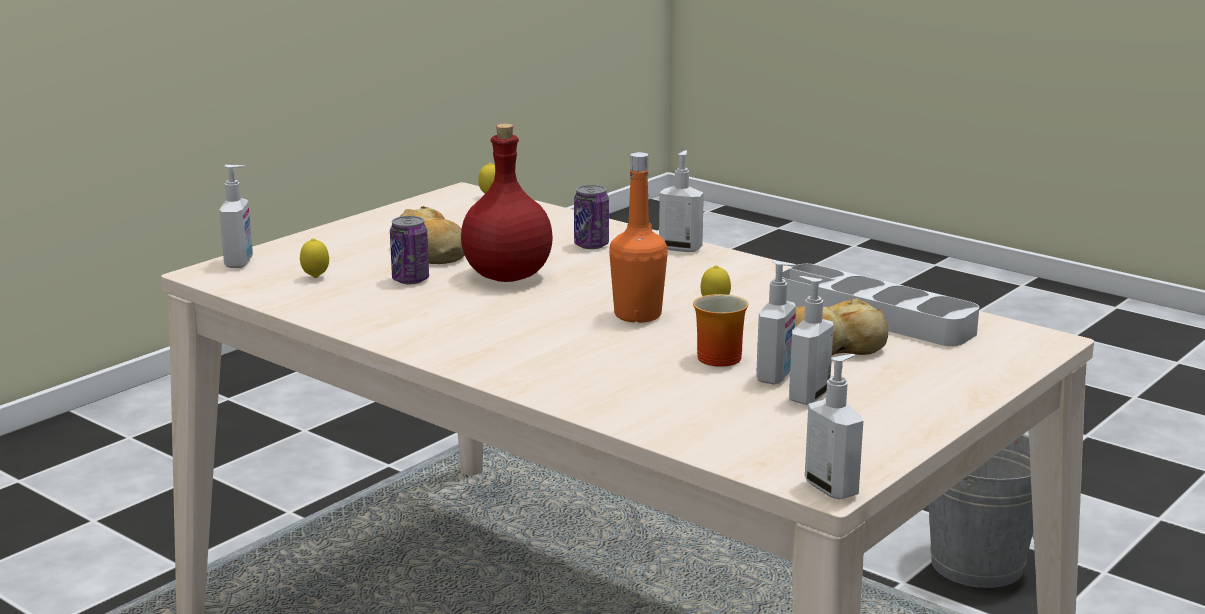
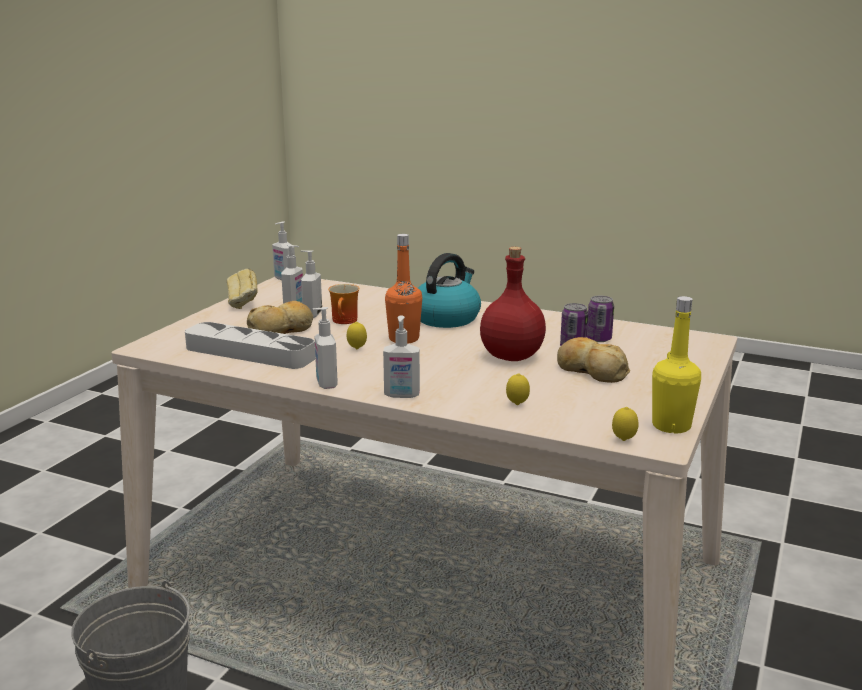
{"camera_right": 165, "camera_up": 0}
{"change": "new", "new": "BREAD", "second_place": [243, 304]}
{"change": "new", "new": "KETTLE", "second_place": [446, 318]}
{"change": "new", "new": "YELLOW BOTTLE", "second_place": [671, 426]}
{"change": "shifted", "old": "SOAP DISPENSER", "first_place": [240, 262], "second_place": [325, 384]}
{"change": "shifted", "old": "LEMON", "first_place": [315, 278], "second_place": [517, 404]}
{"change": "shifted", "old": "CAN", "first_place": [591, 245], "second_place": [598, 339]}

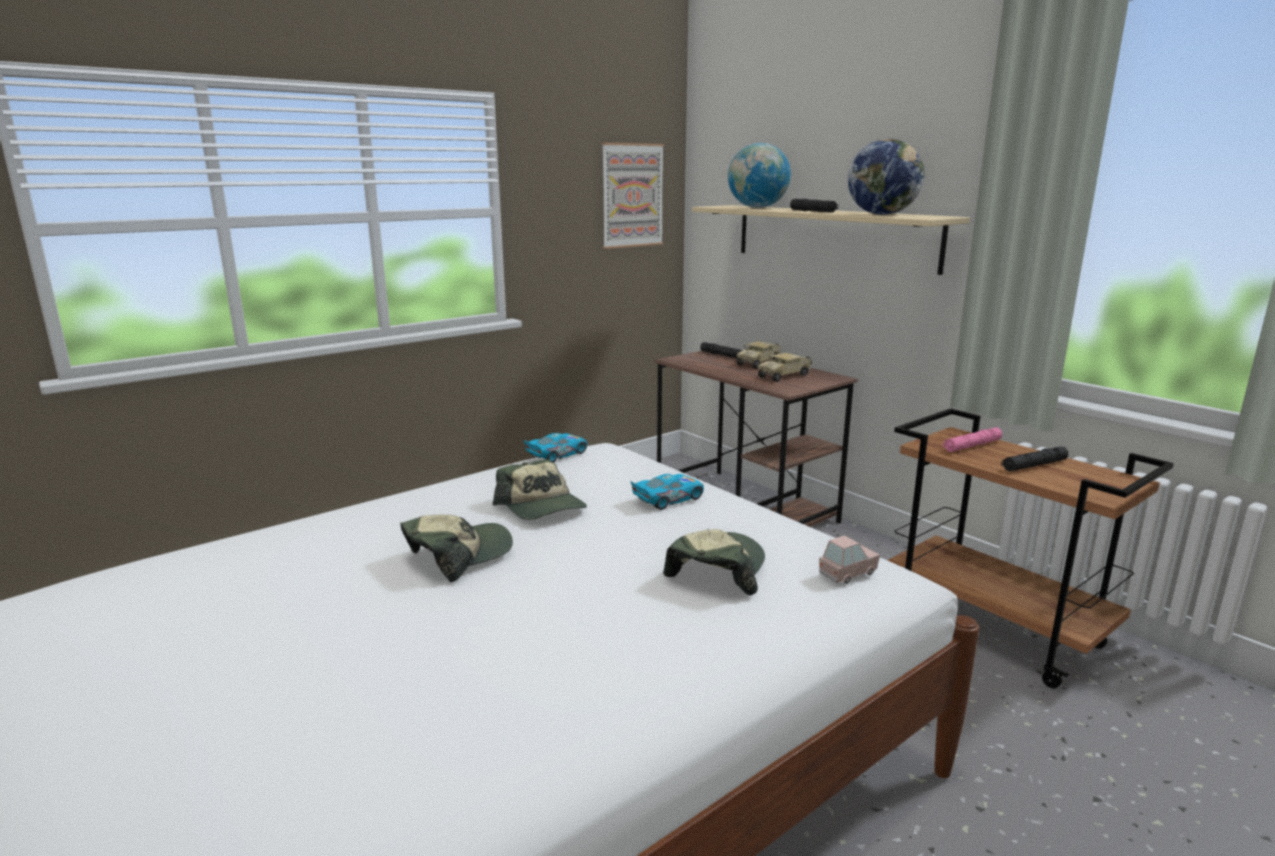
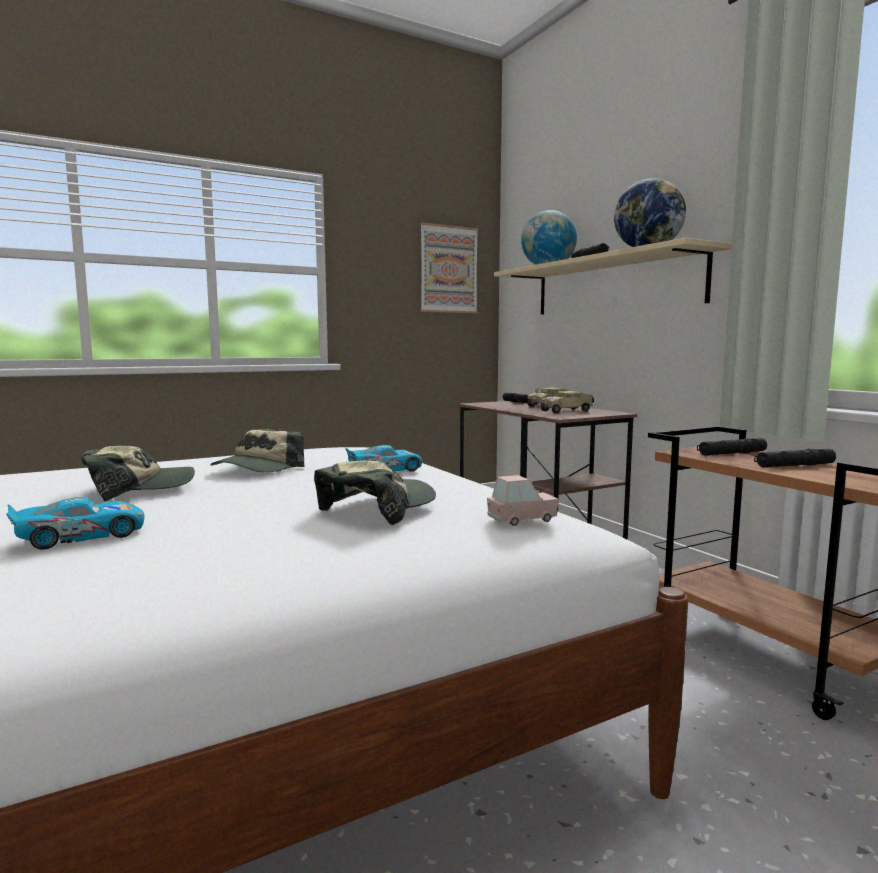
{"camera_right": 10, "camera_up": -10}
{"change": "shifted", "old": "TOY CAR", "first_place": [557, 454], "second_place": [81, 536]}
{"change": "repainted", "old": "PINK FLASHLIGHT", "new": "BLACK FLASHLIGHT", "first_place": [971, 446], "second_place": [731, 453]}
{"change": "rotated", "old": "CAP", "first_place": [542, 507], "second_place": [258, 469], "degrees": 45}

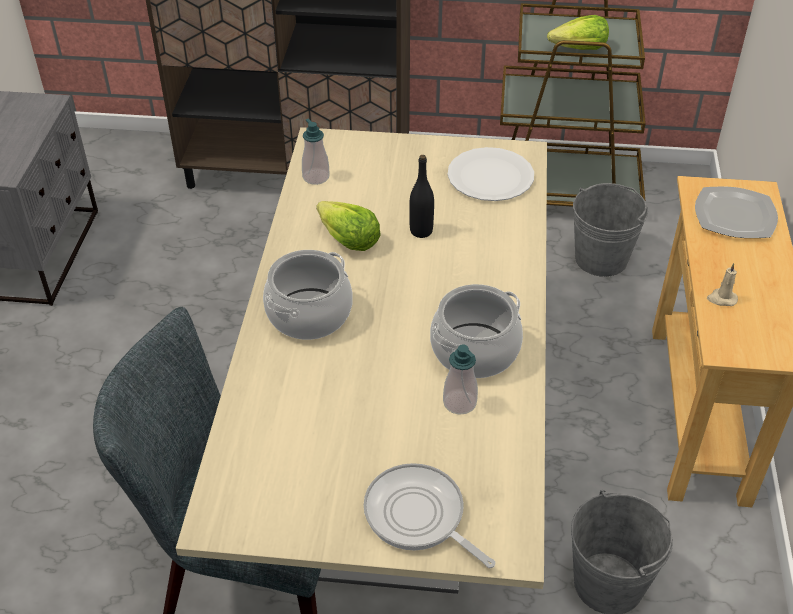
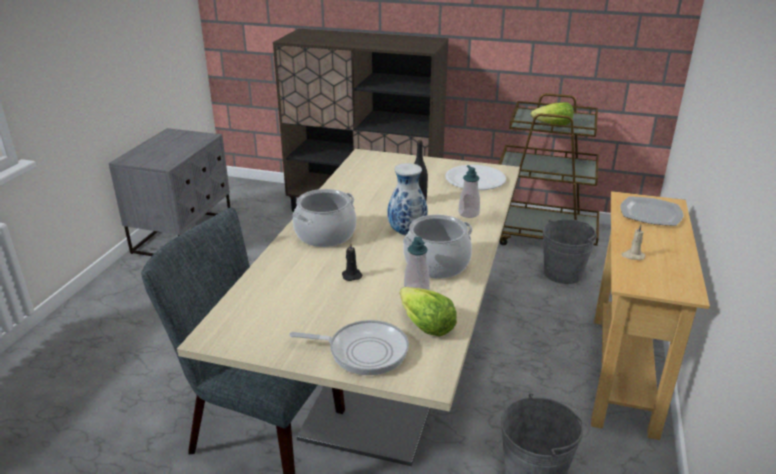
{"camera_right": 10, "camera_up": -15}
{"change": "new", "new": "BLACK CANDLE", "second_place": [351, 275]}
{"change": "new", "new": "VASE", "second_place": [406, 232]}
{"change": "shifted", "old": "SOAP DISPENSER", "first_place": [316, 177], "second_place": [468, 213]}
{"change": "shifted", "old": "LETTUCE", "first_place": [348, 240], "second_place": [425, 325]}
{"change": "rotated", "old": "FRYING PAN", "first_place": [418, 516], "second_place": [363, 351], "degrees": 135}

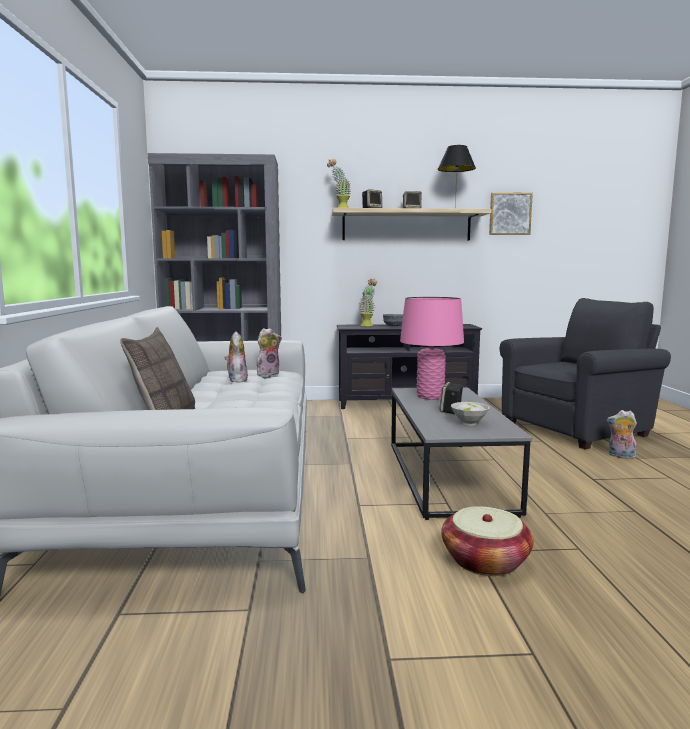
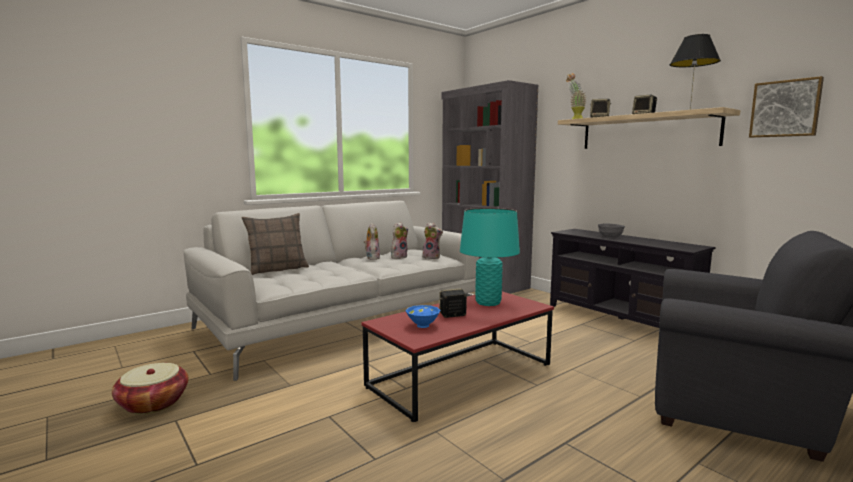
{"camera_right": 55, "camera_up": 0}
{"change": "gone", "old": "POTTED PLANT", "first_place": [368, 325]}
{"change": "shifted", "old": "BASKET", "first_place": [485, 561], "second_place": [153, 403]}
{"change": "shifted", "old": "PLUSH TOY", "first_place": [620, 456], "second_place": [372, 258]}
{"change": "repainted", "old": "GREY COFFEE TABLE", "new": "RED COFFEE TABLE", "first_place": [448, 476], "second_place": [461, 376]}
{"change": "repainted", "old": "PINK TABLE LAMP", "new": "TURQUOISE TABLE LAMP", "first_place": [430, 397], "second_place": [488, 302]}
{"change": "repainted", "old": "WHITE BOWL", "new": "BLUE BOWL", "first_place": [470, 423], "second_place": [423, 325]}

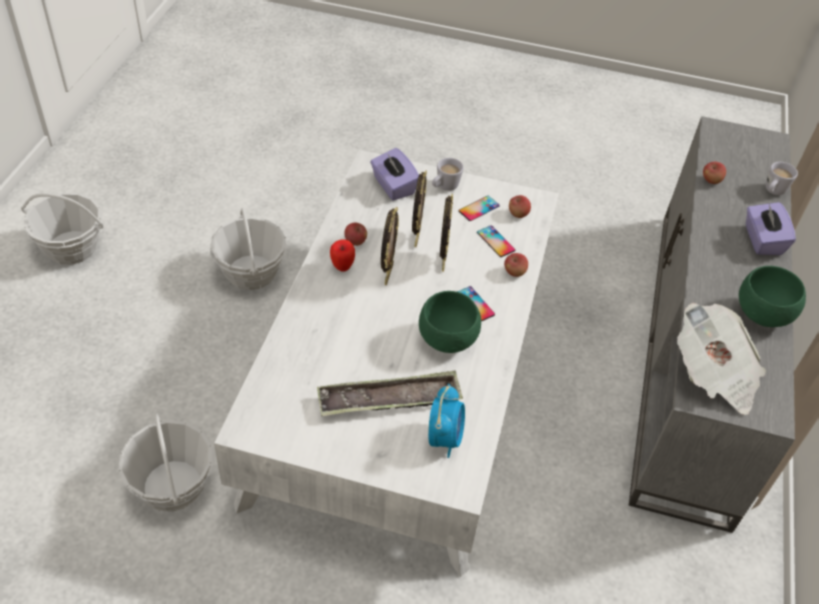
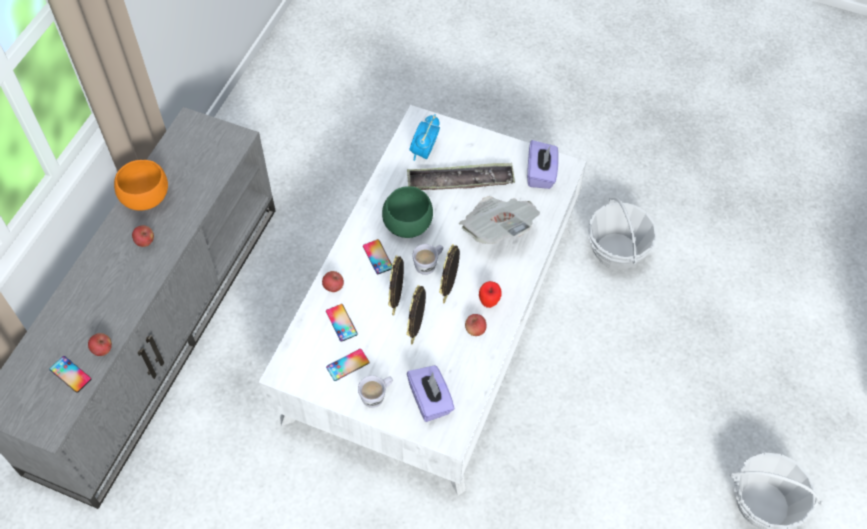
{"camera_right": -170, "camera_up": 10}
{"change": "gone", "old": "BASKET", "first_place": [251, 272]}
{"change": "new", "new": "PHONE", "second_place": [70, 374]}
{"change": "shifted", "old": "APPLE", "first_place": [518, 214], "second_place": [145, 241]}
{"change": "shifted", "old": "NEWSPAPER", "first_place": [714, 374], "second_place": [497, 229]}
{"change": "shifted", "old": "PURPLE TISSUE BOX", "first_place": [762, 240], "second_place": [541, 174]}
{"change": "shifted", "old": "WHITE MUG", "first_place": [772, 192], "second_place": [429, 264]}
{"change": "repainted", "old": "GREEN BOWL", "new": "ORANGE BOWL", "first_place": [763, 316], "second_place": [146, 197]}

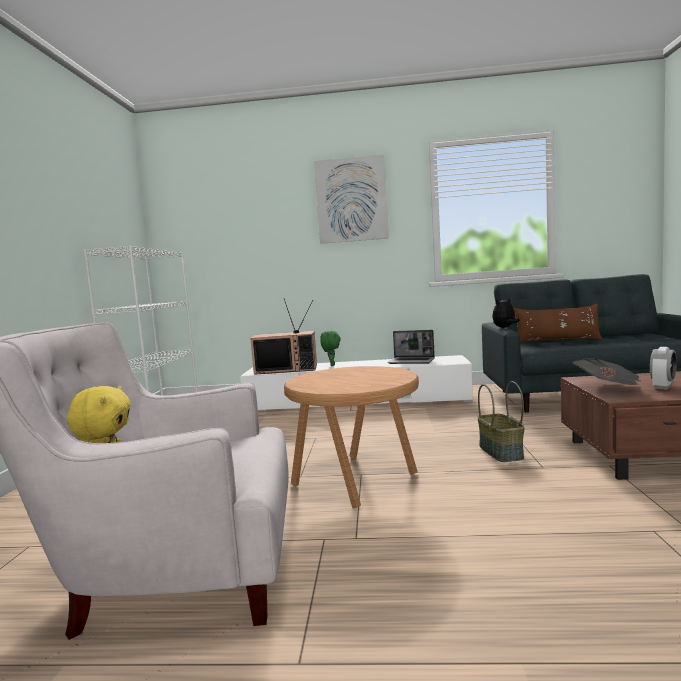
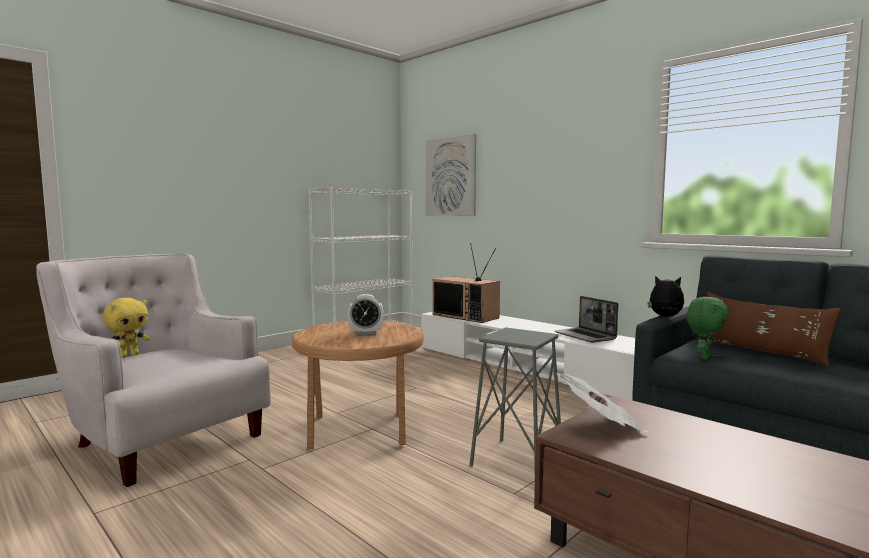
{"camera_right": 40, "camera_up": 0}
{"change": "shifted", "old": "PICTURE", "first_place": [351, 200], "second_place": [450, 177]}
{"change": "shifted", "old": "GREEN PLUSH TOY", "first_place": [331, 365], "second_place": [704, 357]}
{"change": "shifted", "old": "ALARM CLOCK", "first_place": [662, 387], "second_place": [366, 333]}
{"change": "swapped", "old": "BASKET", "new": "GREY STOOL", "first_place": [499, 452], "second_place": [517, 461]}

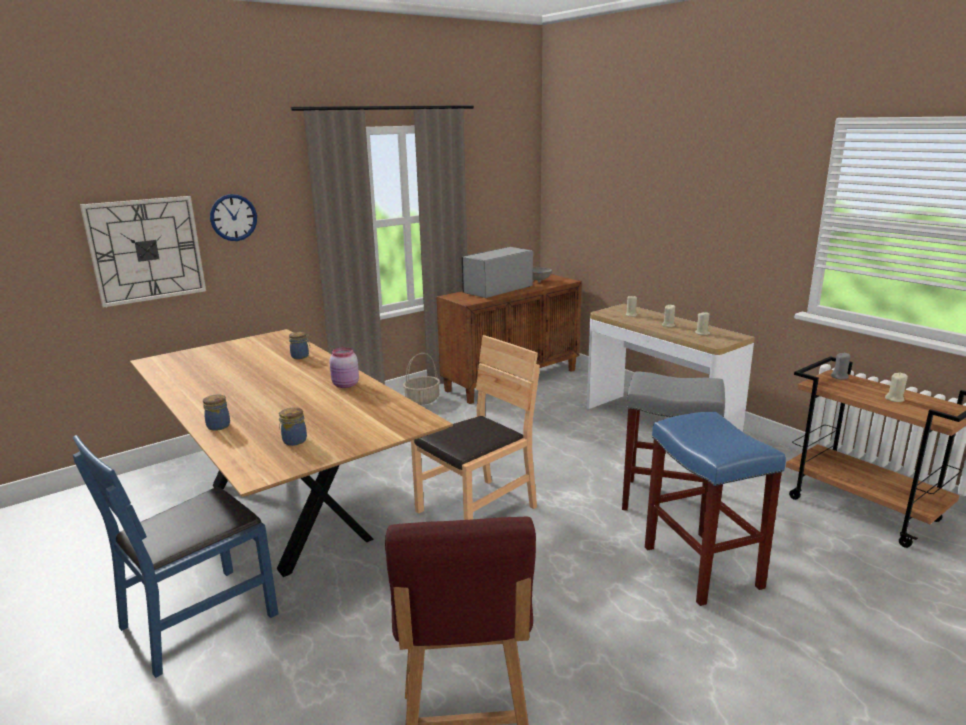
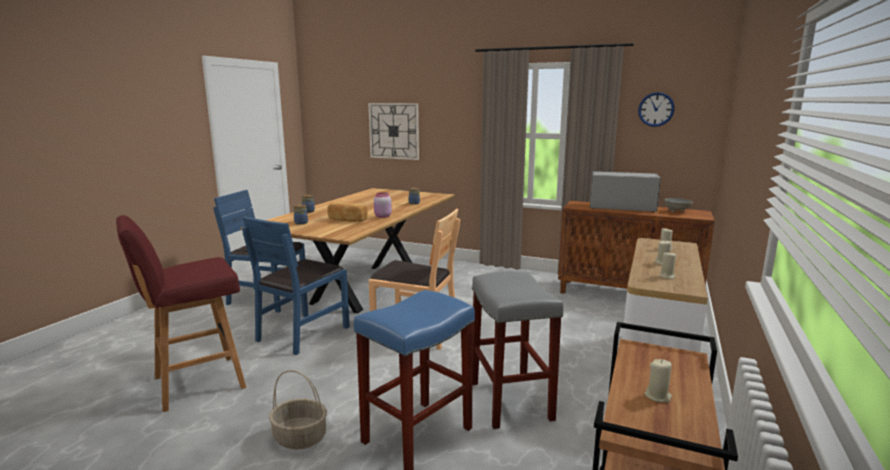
{"camera_right": 60, "camera_up": -5}
{"change": "gone", "old": "GREY CANDLE", "first_place": [839, 377]}
{"change": "new", "new": "BLUE CHAIR", "second_place": [302, 333]}
{"change": "new", "new": "BREAD", "second_place": [347, 220]}
{"change": "shifted", "old": "WALL CLOCK", "first_place": [233, 217], "second_place": [656, 109]}
{"change": "shifted", "old": "BASKET", "first_place": [422, 400], "second_place": [299, 438]}

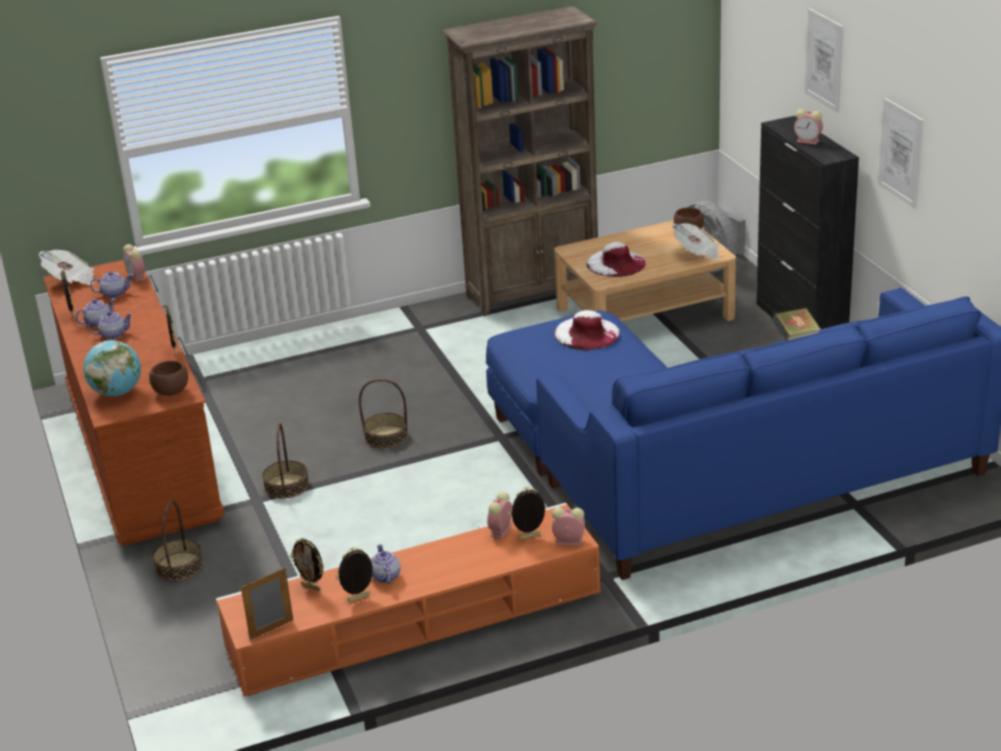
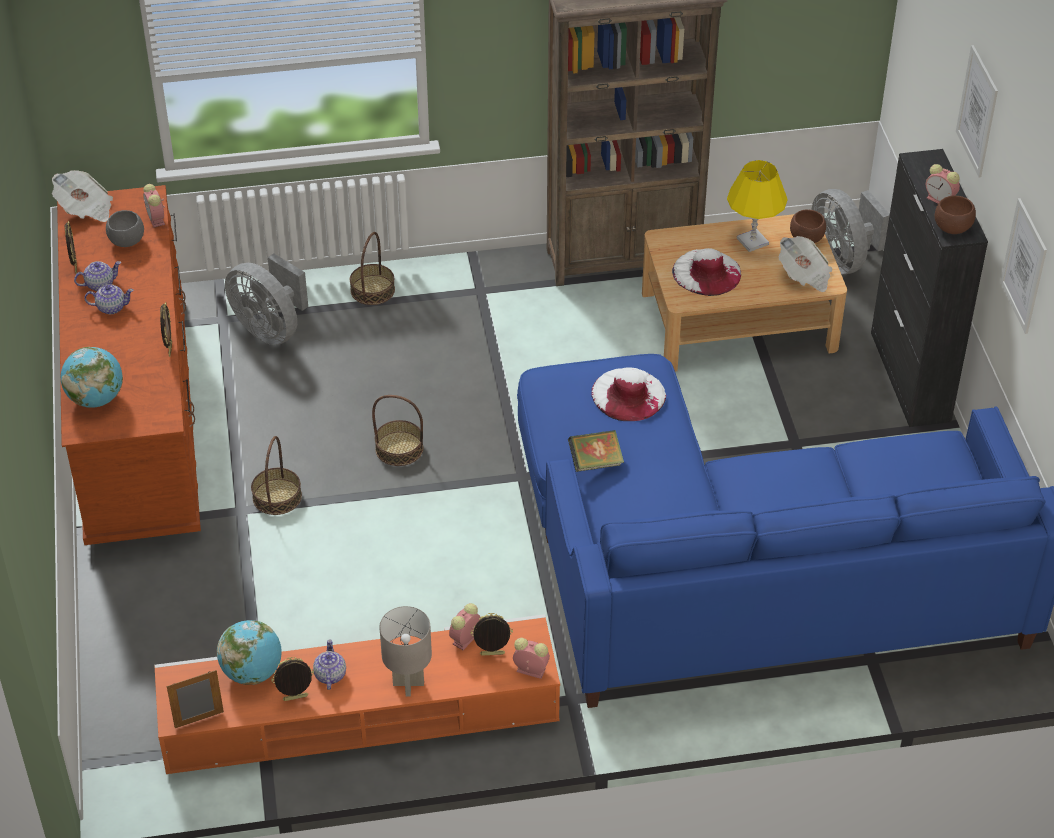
{"camera_right": 10, "camera_up": 15}
{"change": "new", "new": "GREY FAN", "second_place": [271, 329]}
{"change": "new", "new": "GREY TABLE LAMP", "second_place": [409, 684]}
{"change": "new", "new": "YELLOW TABLE LAMP", "second_place": [752, 241]}
{"change": "shifted", "old": "BROWN BOWL", "first_place": [171, 392], "second_place": [952, 228]}
{"change": "shifted", "old": "BASKET", "first_place": [179, 566], "second_place": [372, 290]}
{"change": "shifted", "old": "BOOK", "first_place": [795, 337], "second_place": [595, 462]}
{"change": "swapped", "old": "TEAPOT", "new": "GREY BOWL", "first_place": [114, 294], "second_place": [126, 241]}
{"change": "swapped", "old": "PICTURE FRAME", "new": "GLOBE", "first_place": [311, 587], "second_place": [252, 672]}

